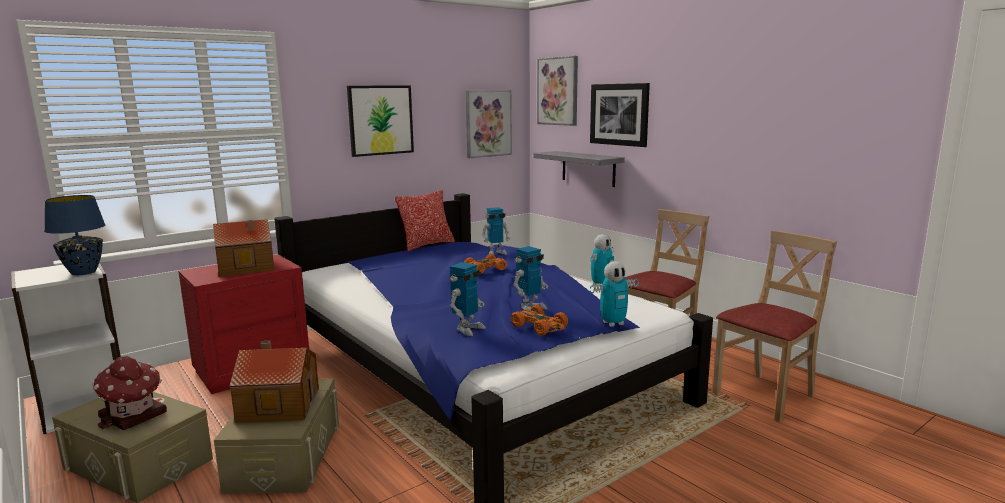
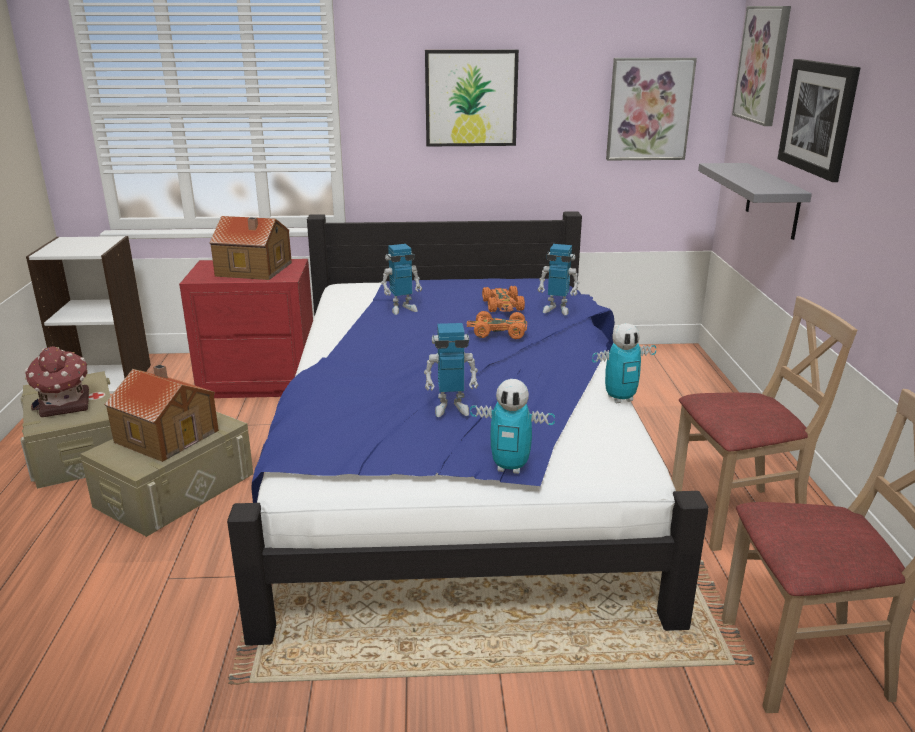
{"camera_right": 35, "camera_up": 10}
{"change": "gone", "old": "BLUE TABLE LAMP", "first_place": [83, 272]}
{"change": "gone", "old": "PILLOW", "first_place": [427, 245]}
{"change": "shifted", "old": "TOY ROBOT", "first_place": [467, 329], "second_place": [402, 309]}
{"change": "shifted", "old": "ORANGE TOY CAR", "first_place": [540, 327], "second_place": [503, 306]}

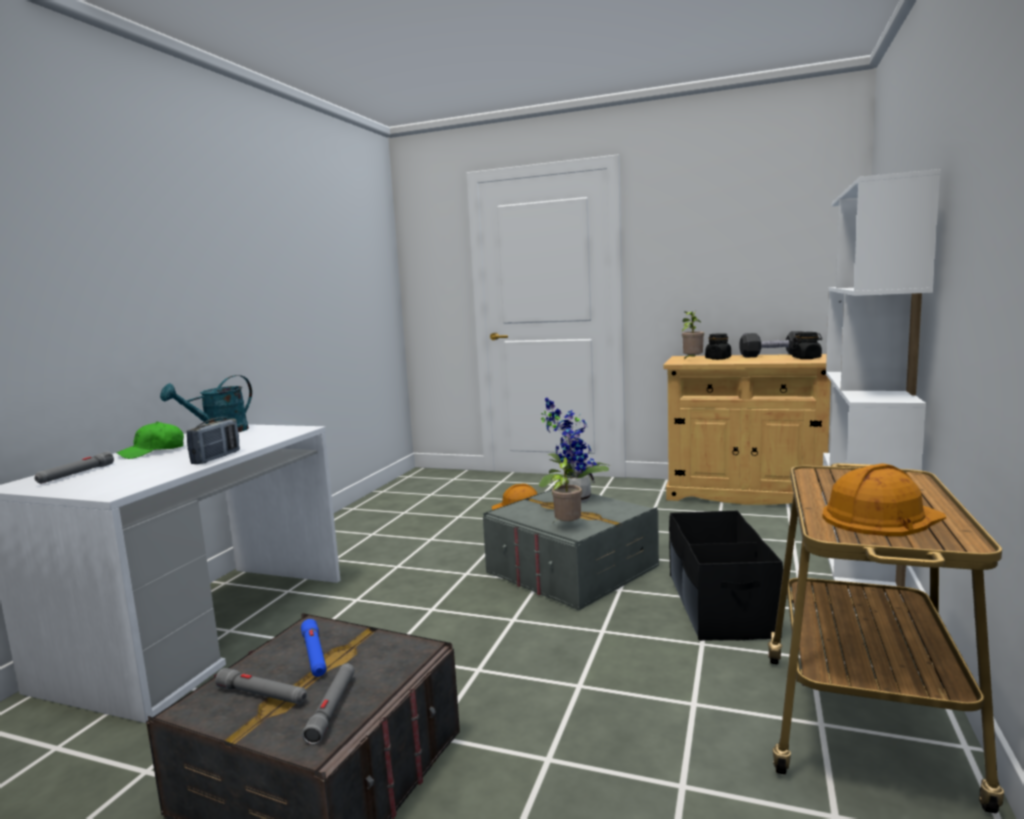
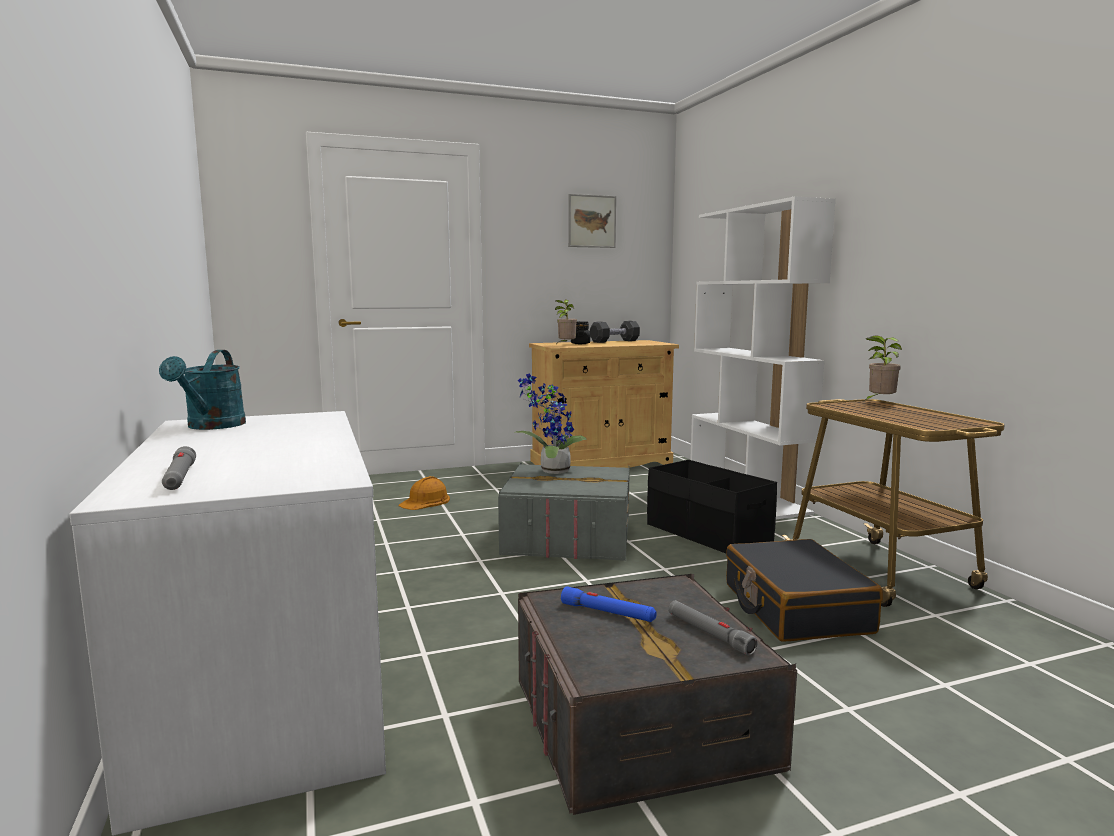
{"camera_right": -40, "camera_up": 0}
{"change": "gone", "old": "GREEN CAP", "first_place": [153, 452]}
{"change": "gone", "old": "RADIO", "first_place": [216, 458]}
{"change": "gone", "old": "GREY FLASHLIGHT", "first_place": [262, 695]}
{"change": "gone", "old": "BLACK JAR", "first_place": [806, 358]}
{"change": "gone", "old": "ORANGE HARD HAT", "first_place": [880, 517]}
{"change": "new", "new": "PICTURE", "second_place": [591, 221]}
{"change": "new", "new": "BLACK SUITCASE", "second_place": [795, 608]}
{"change": "shifted", "old": "POTTED PLANT", "first_place": [566, 526], "second_place": [879, 402]}

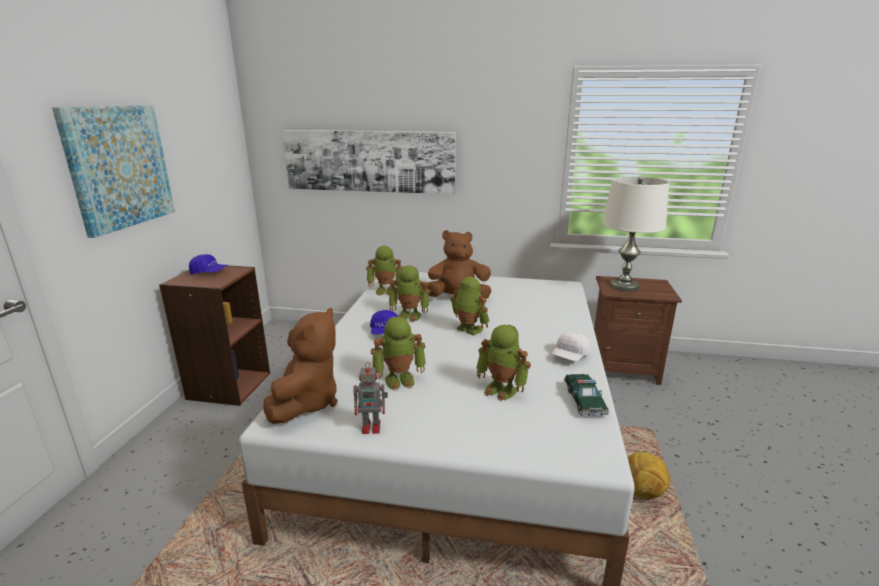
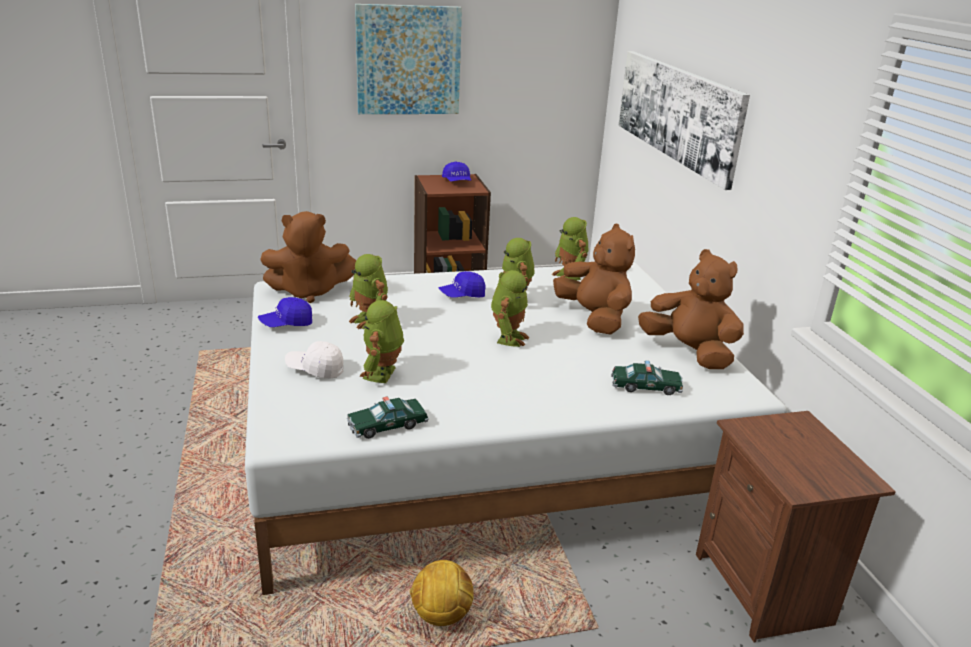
{"camera_right": 65, "camera_up": 5}
{"change": "gone", "old": "WHITE TABLE LAMP", "first_place": [624, 286]}
{"change": "new", "new": "TOY CAR", "second_place": [646, 387]}
{"change": "new", "new": "BROWN PLUSH TOY", "second_place": [689, 352]}
{"change": "shifted", "old": "WHITE CAP", "first_place": [570, 356], "second_place": [315, 369]}
{"change": "swapped", "old": "TOY ROBOT", "new": "BLUE CAP", "first_place": [372, 427], "second_place": [286, 324]}

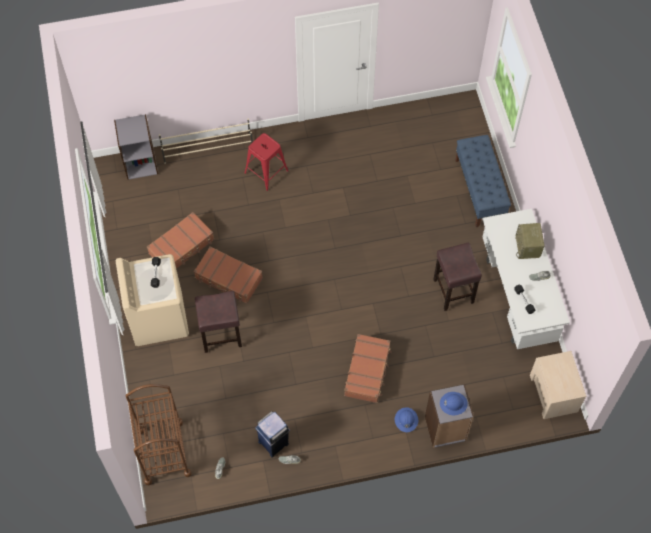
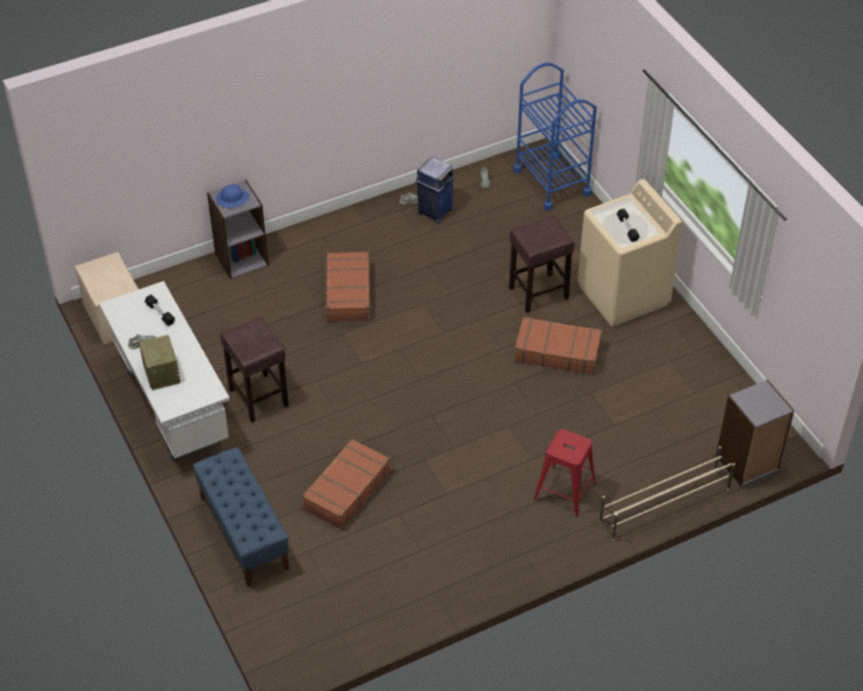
{"camera_right": 165, "camera_up": -15}
{"change": "gone", "old": "BLUE HARD HAT", "first_place": [406, 420]}
{"change": "shifted", "old": "BROWN SUITCASE", "first_place": [182, 247], "second_place": [346, 490]}
{"change": "repainted", "old": "BROWN CART", "new": "BLUE CART", "first_place": [163, 452], "second_place": [552, 182]}

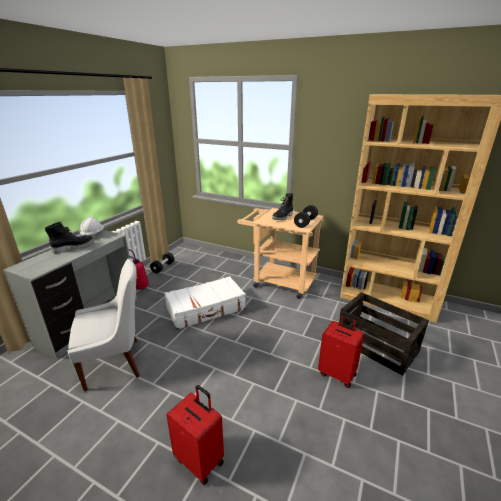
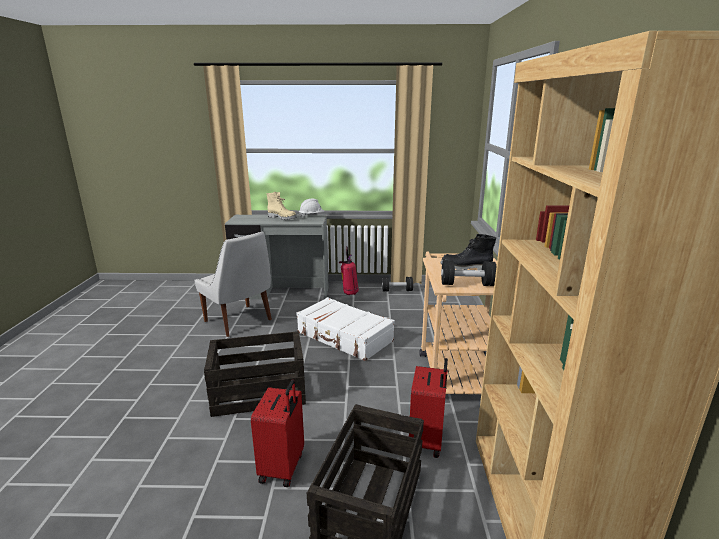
{"camera_right": 65, "camera_up": -5}
{"change": "new", "new": "CRATE", "second_place": [260, 393]}
{"change": "shifted", "old": "RED SUITCASE", "first_place": [200, 460], "second_place": [427, 441]}
{"change": "repainted", "old": "BLACK BOOT", "new": "BEIGE BOOT", "first_place": [73, 247], "second_place": [282, 218]}

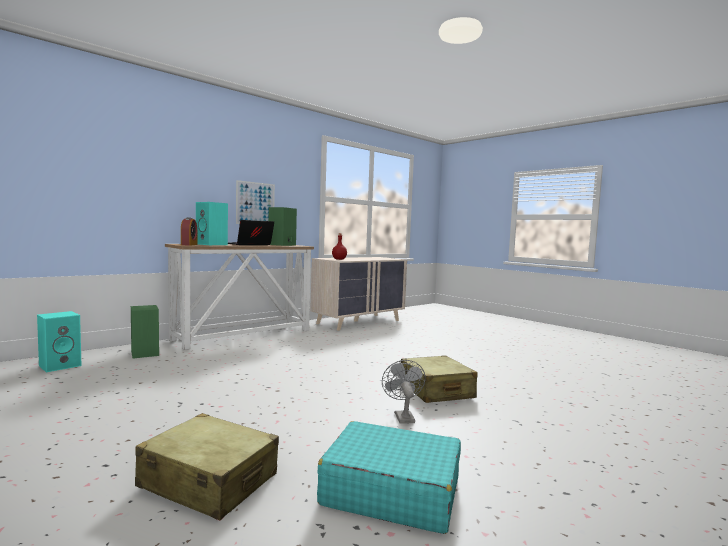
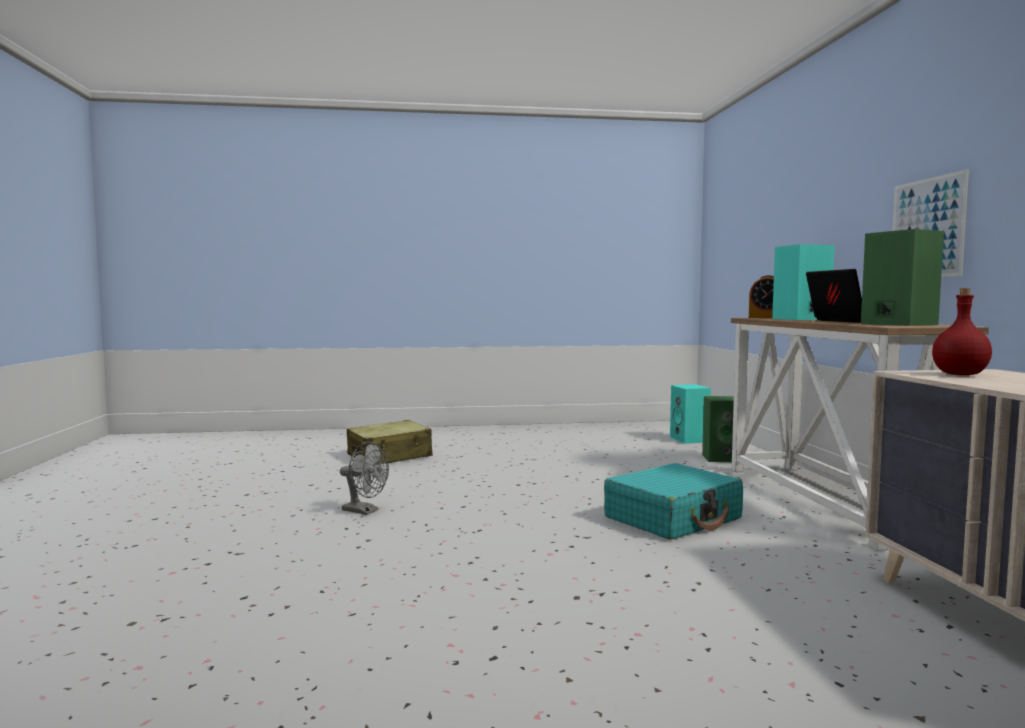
{"camera_right": 125, "camera_up": 0}
{"change": "gone", "old": "BEIGE SUITCASE", "first_place": [436, 391]}
{"change": "shifted", "old": "TURQUOISE SUITCASE", "first_place": [391, 491], "second_place": [673, 518]}

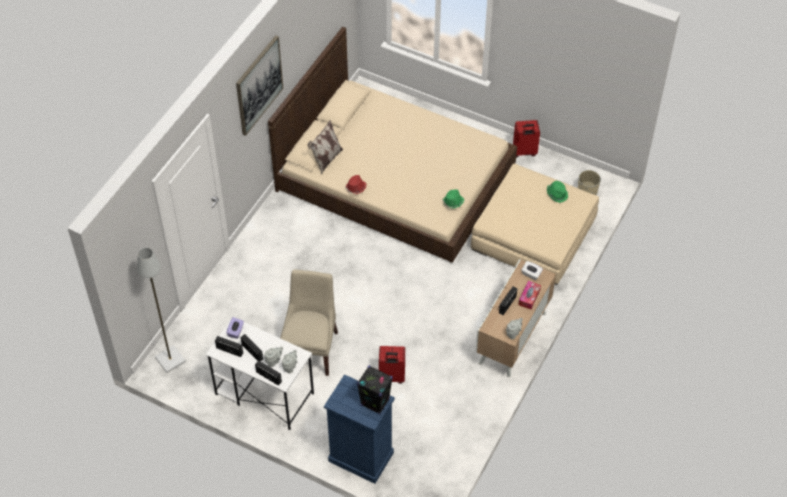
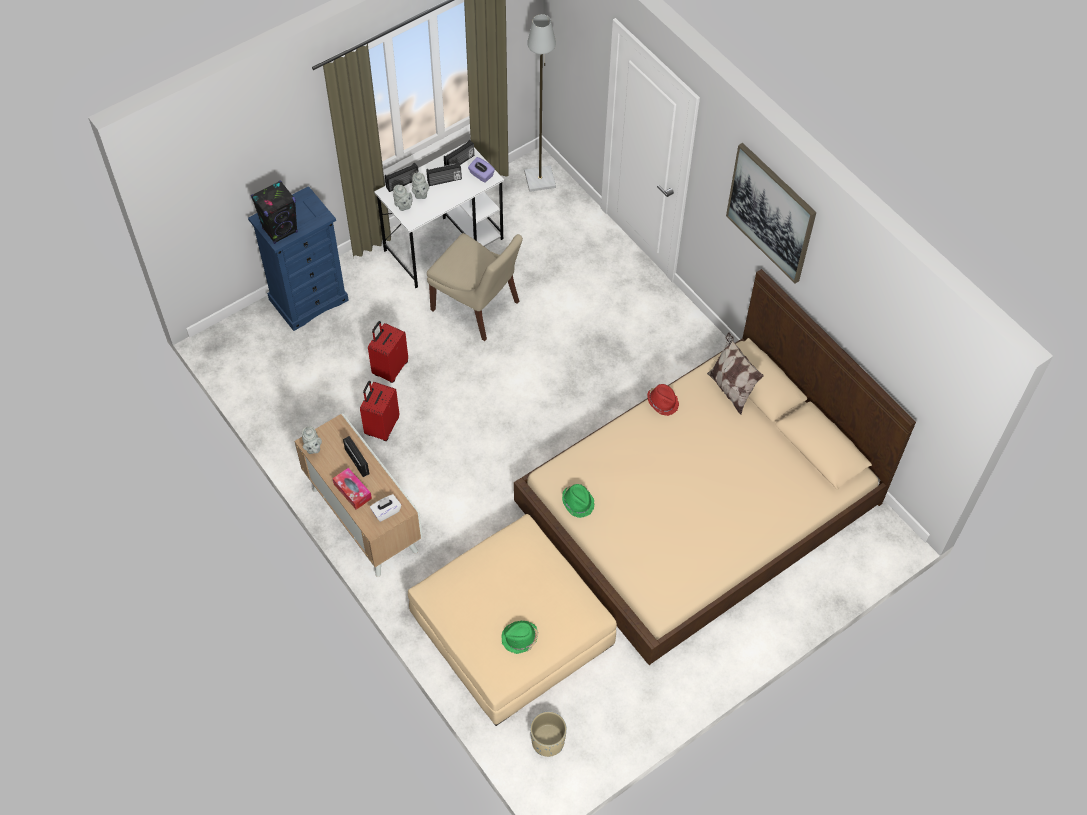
{"camera_right": 115, "camera_up": 5}
{"change": "shifted", "old": "RED SUITCASE", "first_place": [524, 152], "second_place": [381, 426]}

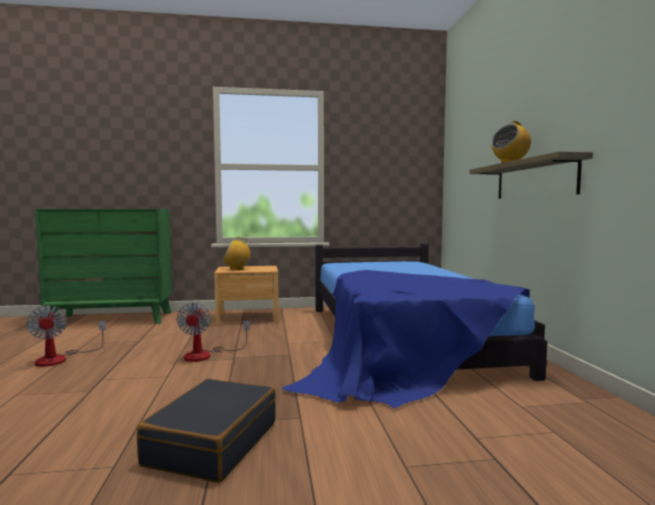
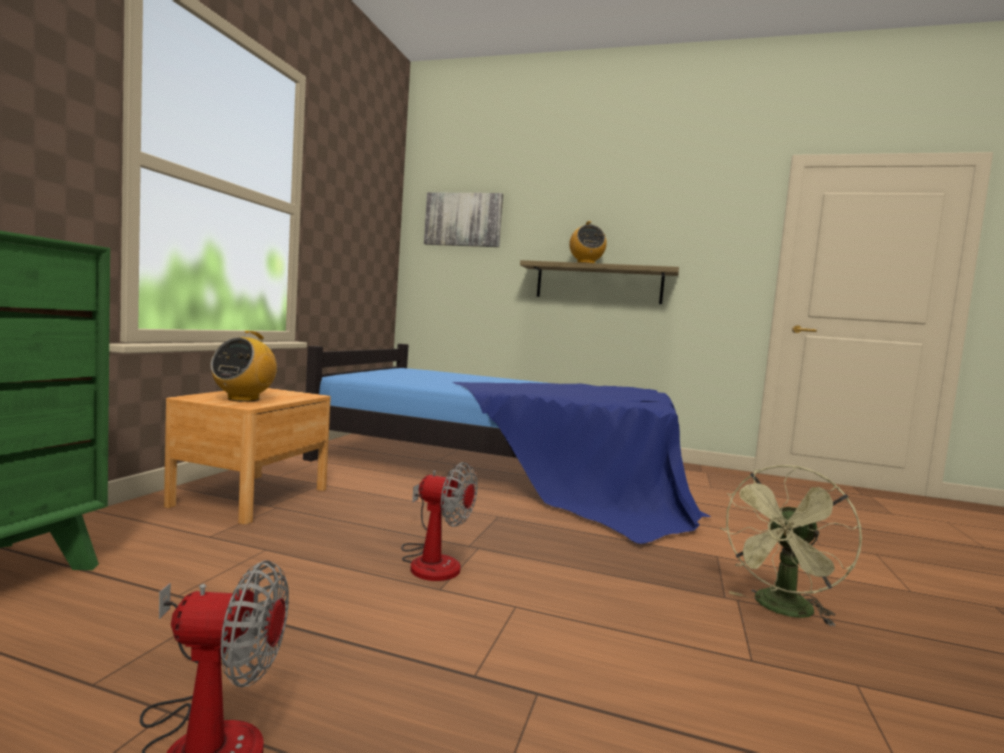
{"camera_right": -65, "camera_up": 0}
{"change": "new", "new": "PICTURE", "second_place": [463, 220]}
{"change": "swapped", "old": "BLACK SUITCASE", "new": "GREEN FAN", "first_place": [212, 443], "second_place": [782, 610]}

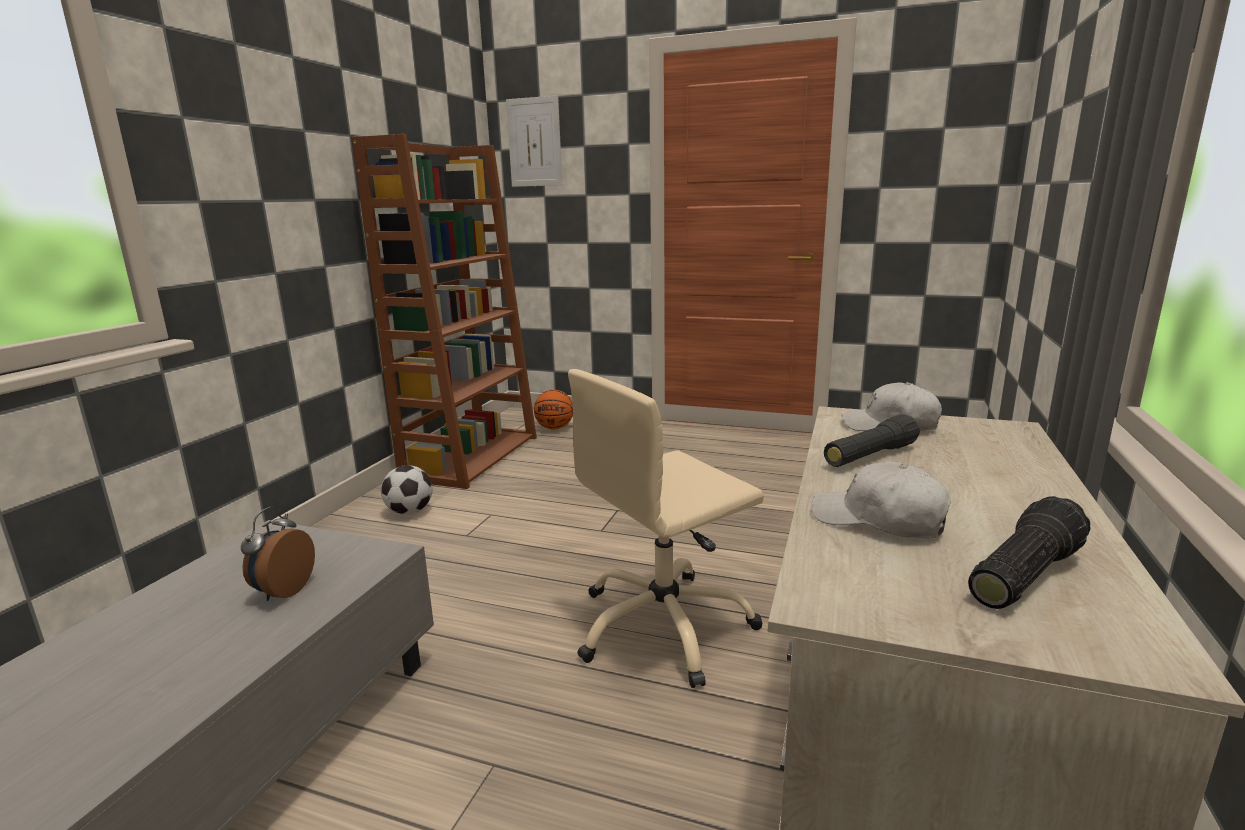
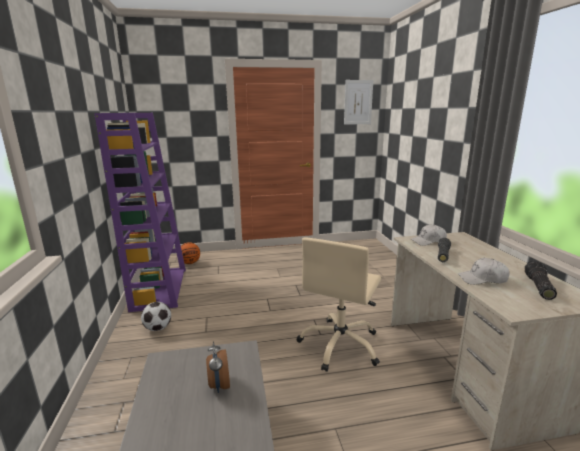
{"camera_right": -30, "camera_up": 0}
{"change": "shifted", "old": "PICTURE", "first_place": [534, 142], "second_place": [358, 102]}
{"change": "repainted", "old": "BROWN BOOKCASE", "new": "PURPLE BOOKCASE", "first_place": [471, 456], "second_place": [159, 288]}

